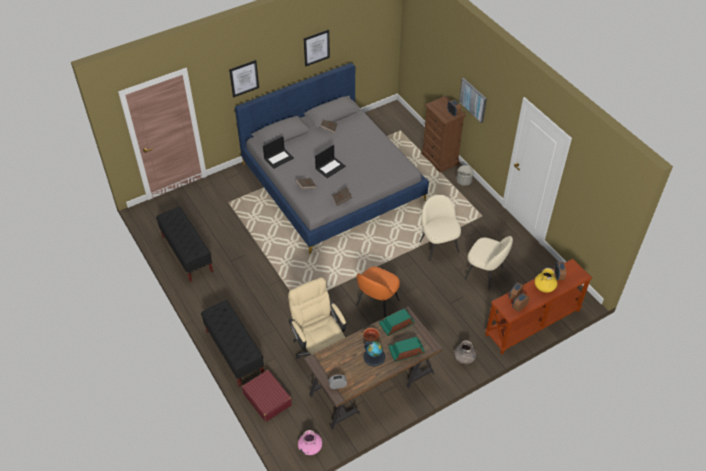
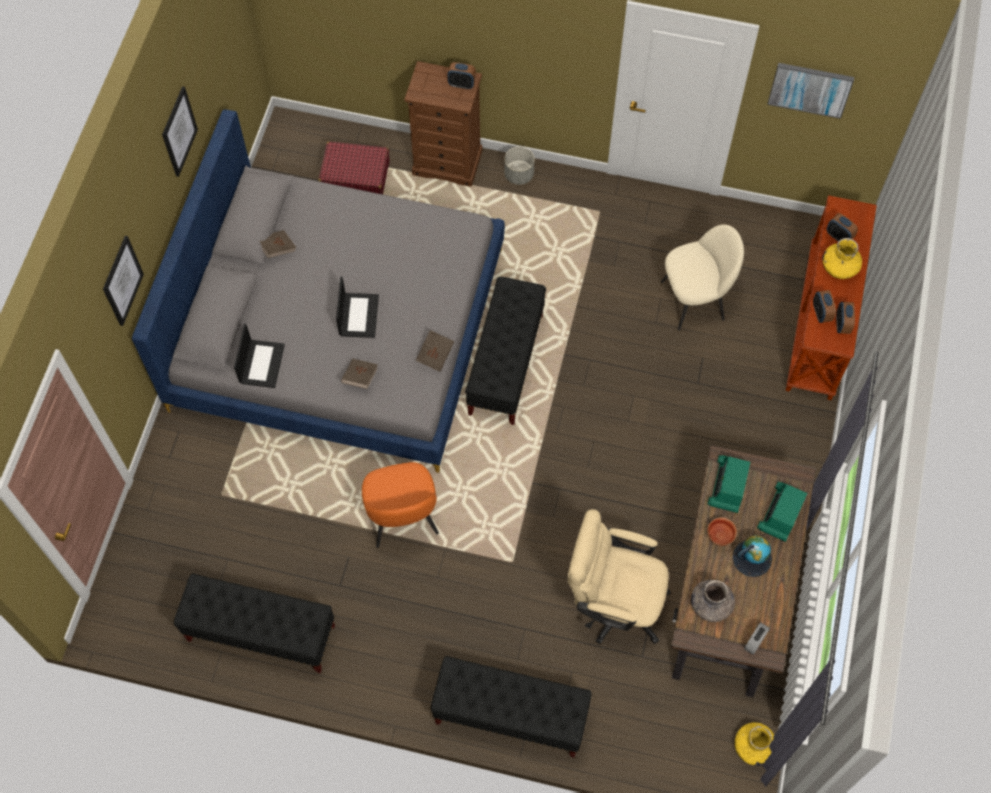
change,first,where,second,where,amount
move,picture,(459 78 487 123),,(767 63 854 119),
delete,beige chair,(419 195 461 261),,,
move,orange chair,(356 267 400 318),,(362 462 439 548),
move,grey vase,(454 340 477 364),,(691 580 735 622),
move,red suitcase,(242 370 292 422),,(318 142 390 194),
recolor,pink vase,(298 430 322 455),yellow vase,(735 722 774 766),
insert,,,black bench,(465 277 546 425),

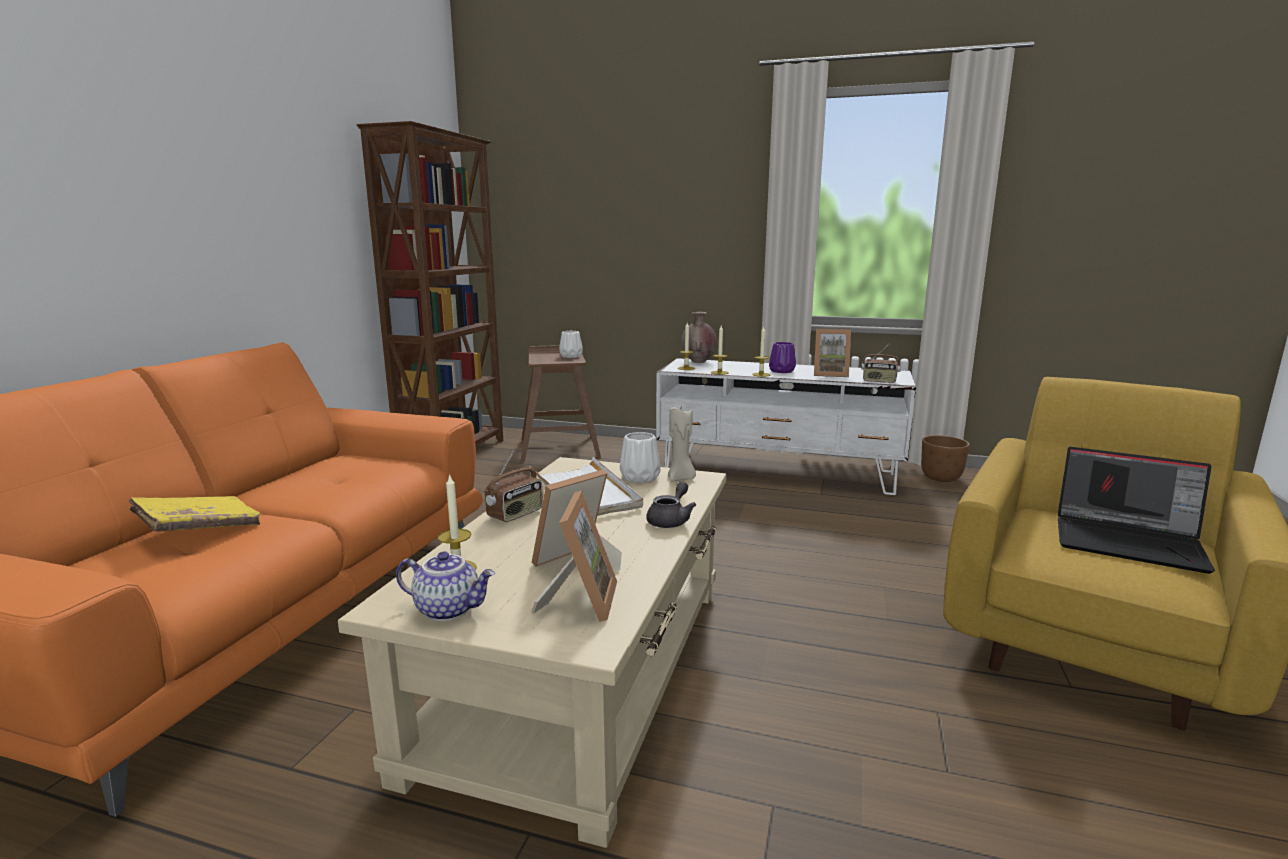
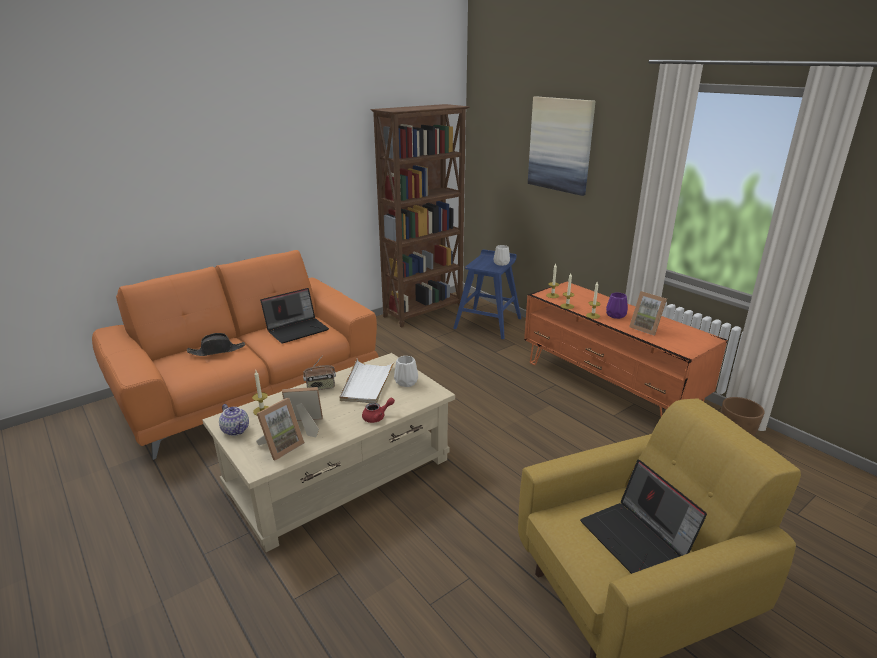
change,first,where,second,where,amount
delete,brown vase,(682 312 717 363),,,
delete,radio,(861 343 901 383),,,
recolor,brown stool,(521 345 601 463),blue stool,(453 249 521 339),
recolor,white tv stand,(656 358 916 495),orange tv stand,(524 282 727 416),
delete,beige candle,(668 407 696 481),,,
recolor,grey teapot,(646 481 696 528),red teapot,(362 398 395 423),
replace,yellow book,(129 496 260 532),black hat,(187 333 245 356),
insert,,,picture,(528 96 595 196),
insert,,,laptop,(260 288 329 344),

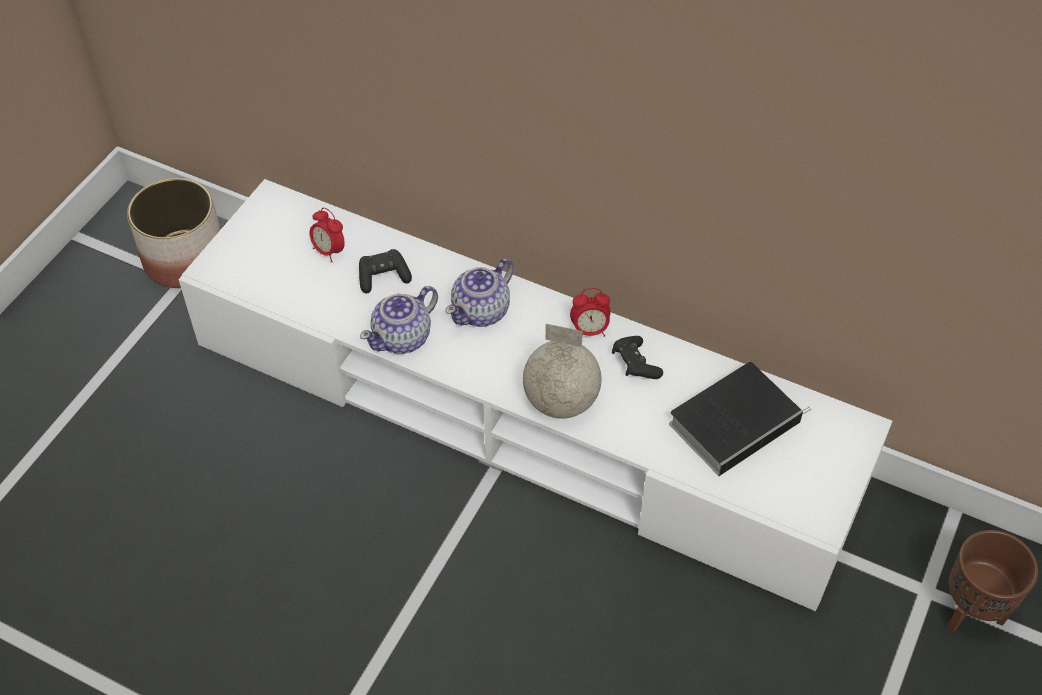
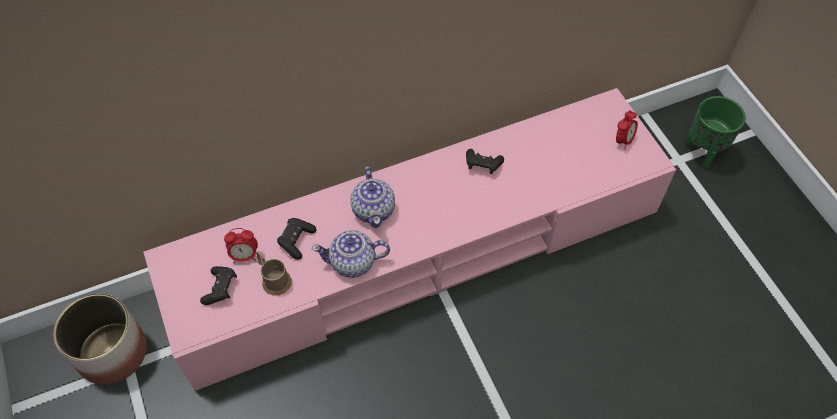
change,first,where,second,where,amount
recolor,white tv stand,(178 179 892 611),pink tv stand,(143 88 676 391),
rotate,teapot,(360 286 438 354),,(312 230 390 278),90 degrees clockwise
move,alarm clock,(570 288 610 337),,(616 110 638 150),
delete,globe,(523 324 601 418),,,
delete,book,(669 362 811 476),,,
recolor,brown planter,(947 530 1038 632),green planter,(684 96 746 168),
insert,,,brown mug,(256 252 292 295),
insert,,,black game controller,(200 266 237 305),

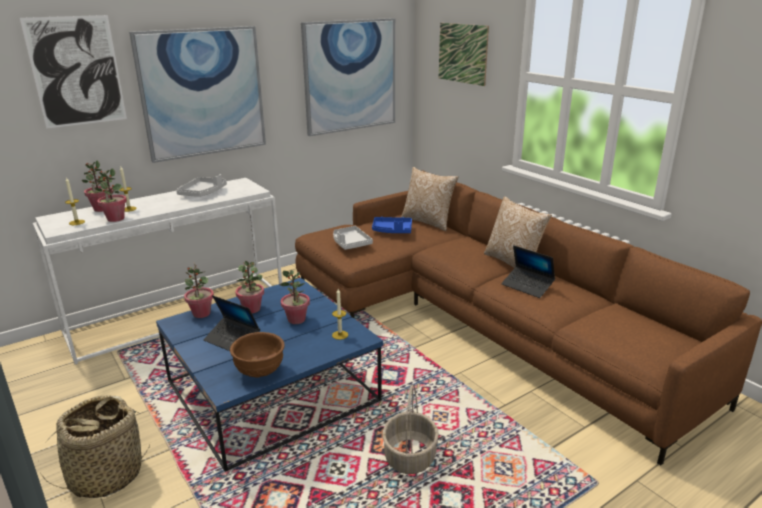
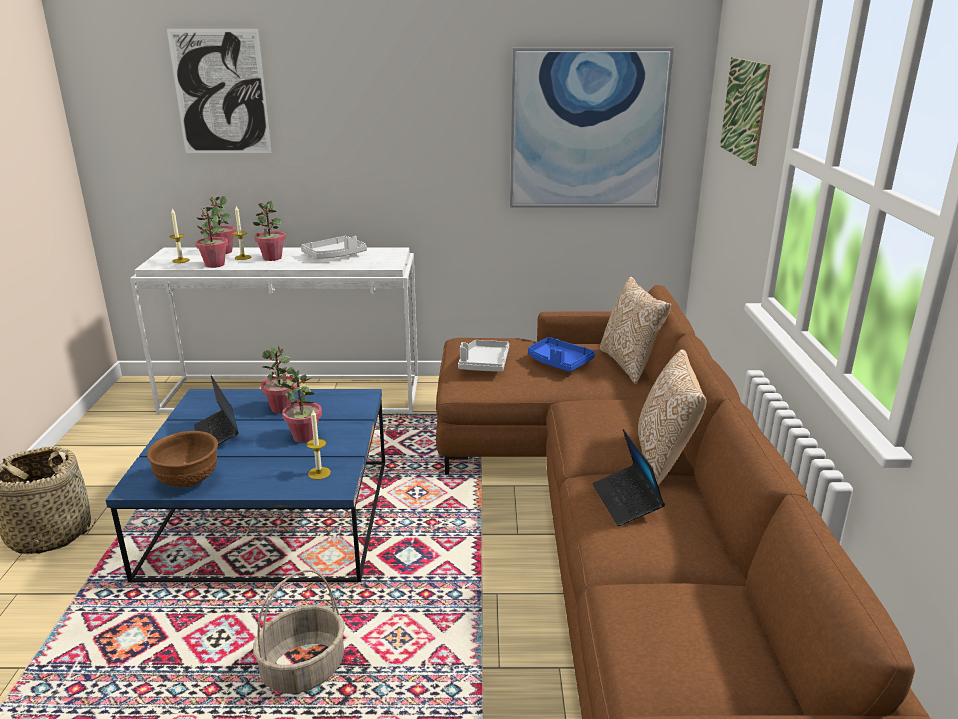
change,first,where,second,where,amount
delete,picture,(129 26 266 163),,,
move,potted plant,(184 263 214 318),,(253 200 286 261),

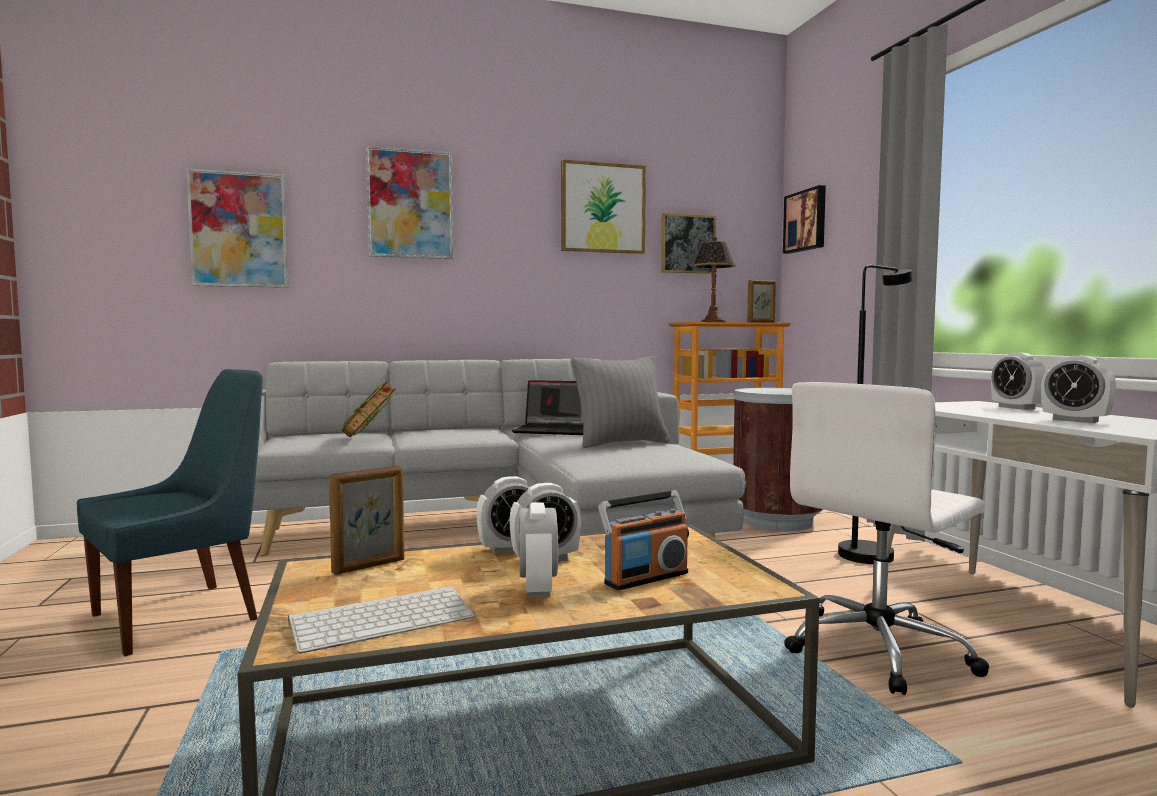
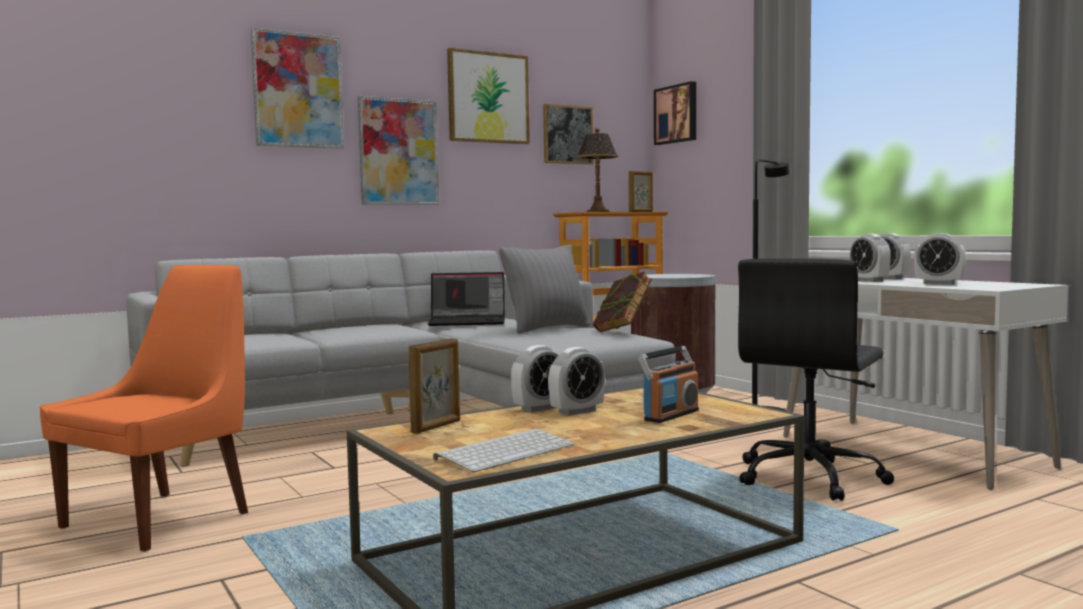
change,first,where,second,where,amount
move,picture,(186 169 288 288),,(358 96 439 205),
recolor,blue chair,(77 369 263 656),orange chair,(40 265 248 552),
move,book,(342 382 395 437),,(593 271 652 332),
recolor,white office chair,(784 382 989 695),black office chair,(738 258 894 501),
move,alarm clock,(519 502 558 598),,(850 234 891 282),

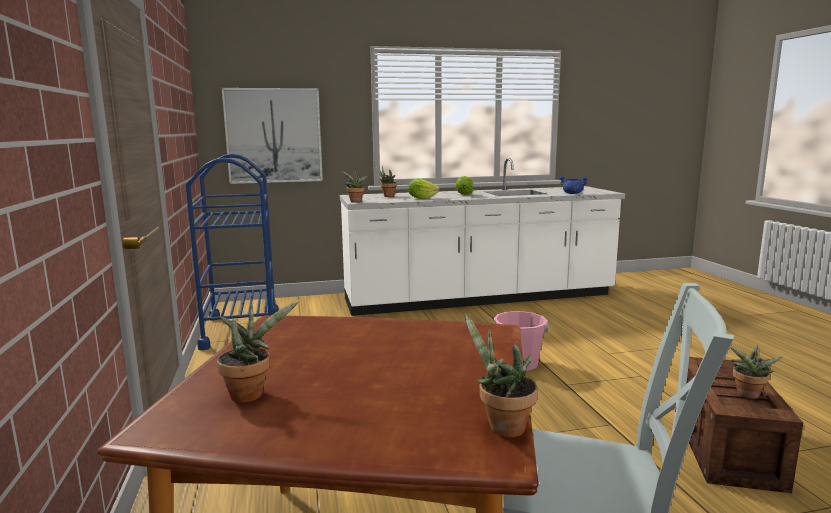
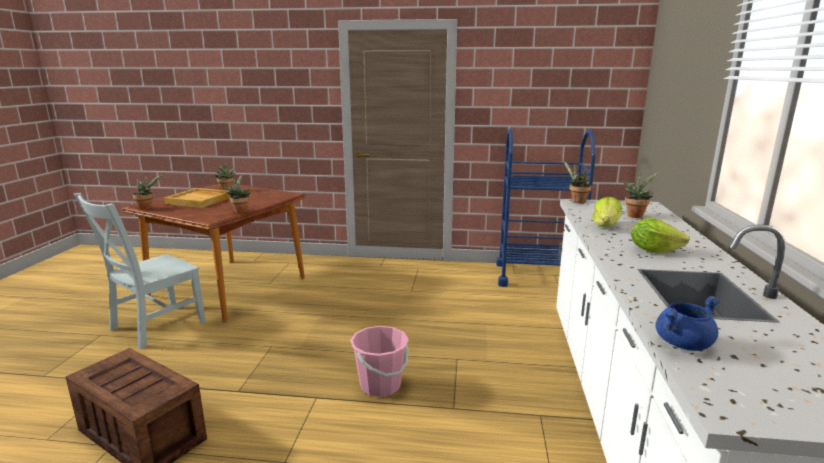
change,first,where,second,where,amount
delete,picture,(222 88 323 184),,,
move,potted plant,(730 345 782 399),,(223 174 251 213),
insert,,,beige tray,(164 188 231 208),

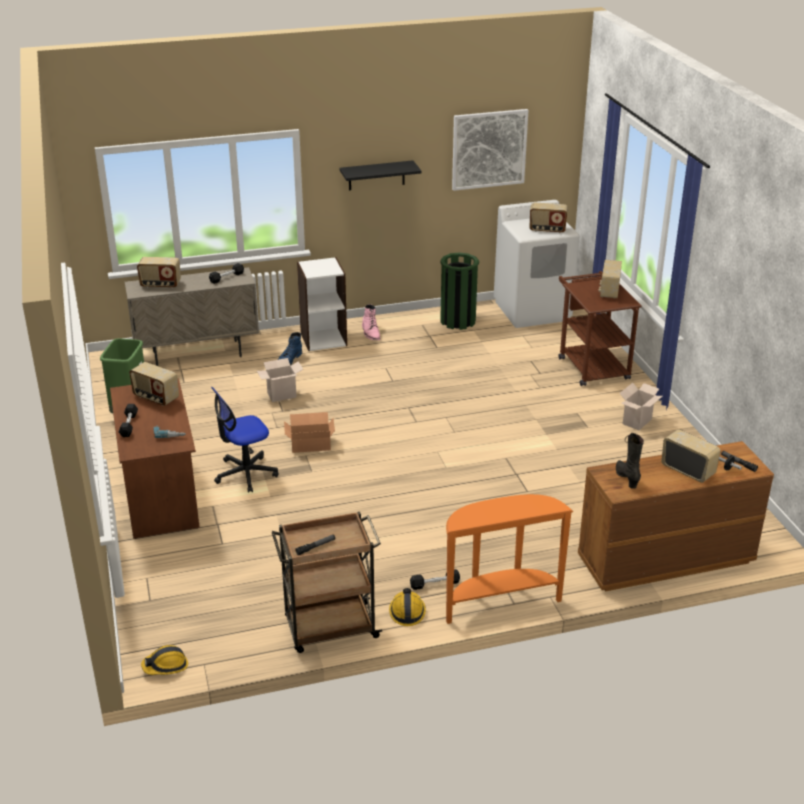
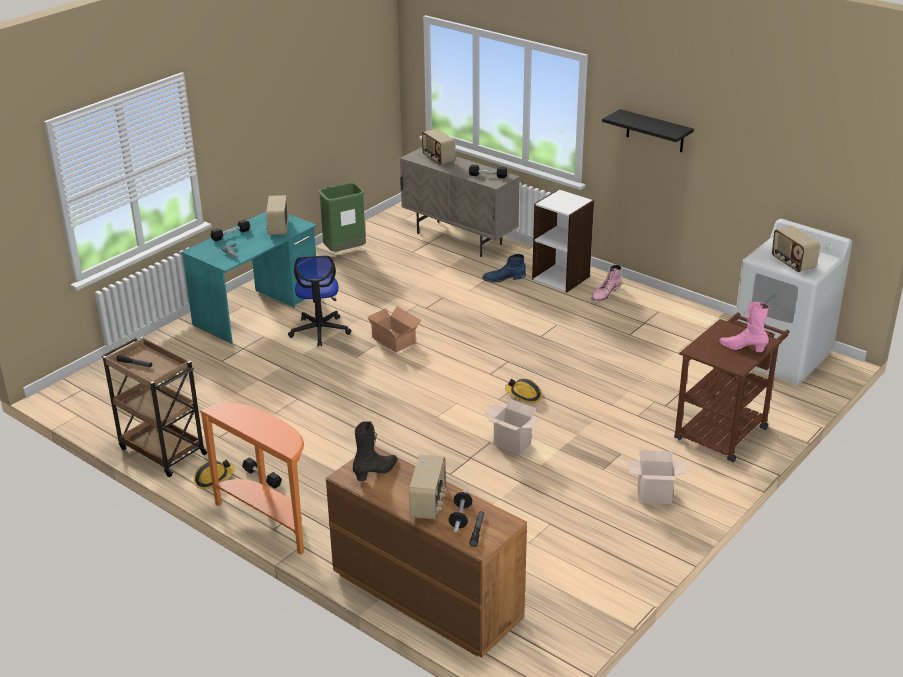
change,first,where,second,where,amount
delete,picture,(452 109 529 191),,,
delete,green trash can,(440 252 479 330),,,
replace,radio,(599 260 622 298),pink boot,(719 302 769 352),
move,cardboard box,(257 358 303 402),,(485 399 540 455),
recolor,brown desk,(110 378 200 539),turquoise desk,(181 211 317 343),
rotate,office chair,(211 387 278 493),,(288 256 351 347),120 degrees counterclockwise
move,hard hat,(141 645 188 675),,(505 378 542 403),

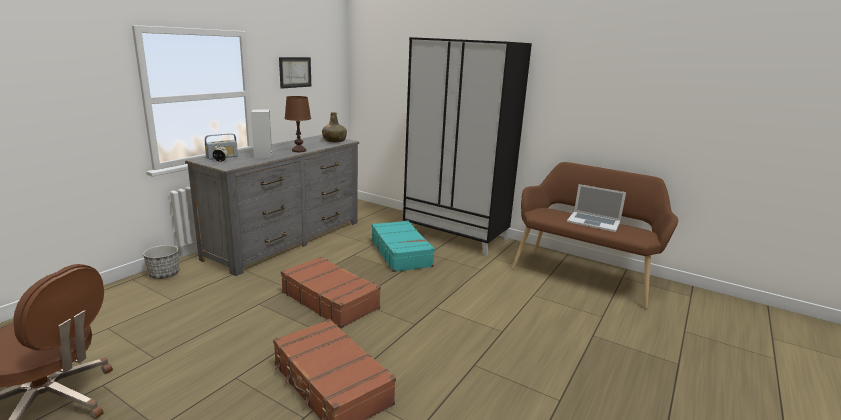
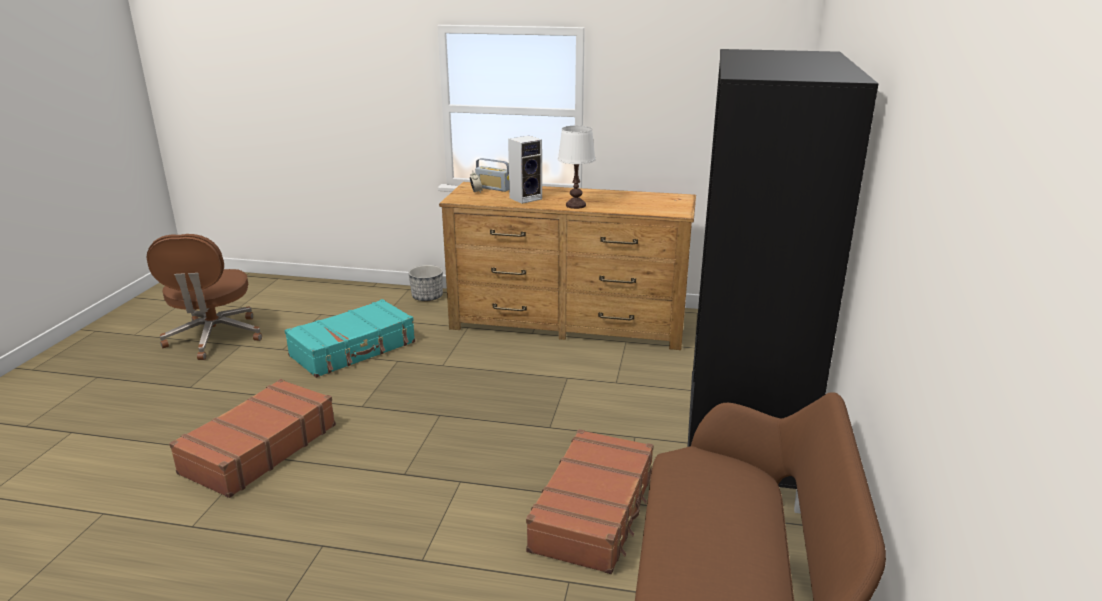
change,first,where,second,where,amount
delete,picture,(279 57 311 89),,,
recolor,brown table lamp,(285 96 311 152),white table lamp,(558 126 596 209),
delete,green bottle,(322 112 347 142),,,
recolor,grey dresser,(185 135 359 276),brown dresser,(439 182 696 350),
delete,laptop,(567 184 626 232),,,
move,turquoise suitcase,(371 220 435 272),,(285 299 415 378),
move,brown suitcase,(281 257 381 328),,(526 429 653 574),

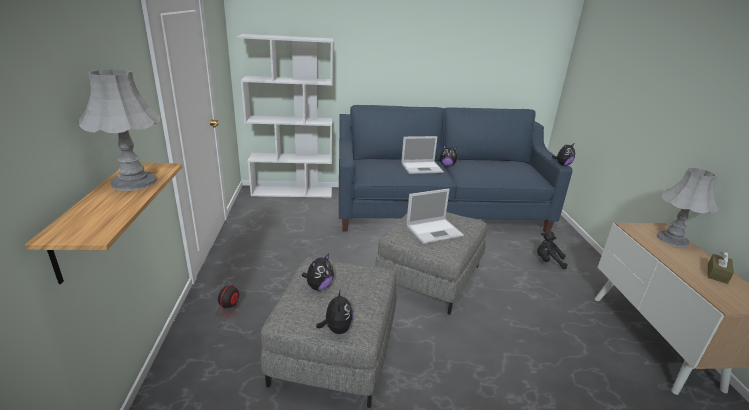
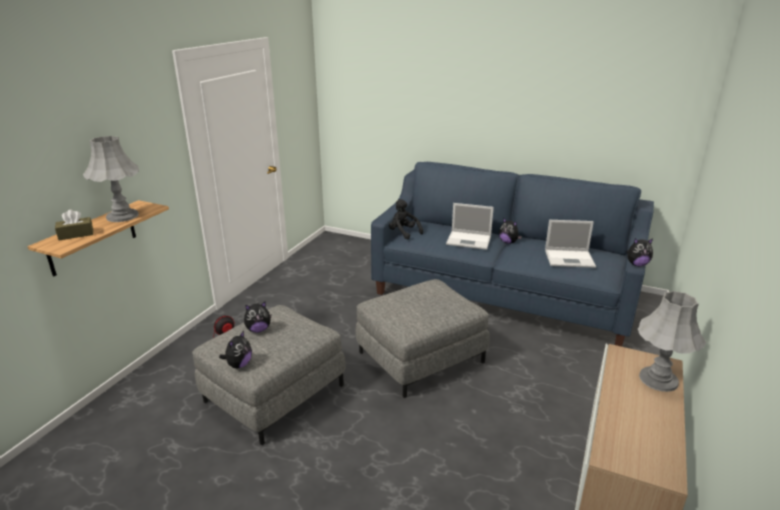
change,first,where,second,where,amount
delete,white bookcase,(237 34 333 198),,,
move,laptop,(406 189 464 244),,(545 220 596 268),
move,black plush toy,(537 231 568 269),,(389 199 423 240),
move,brown tissue box,(708 251 734 284),,(55 210 93 240),

